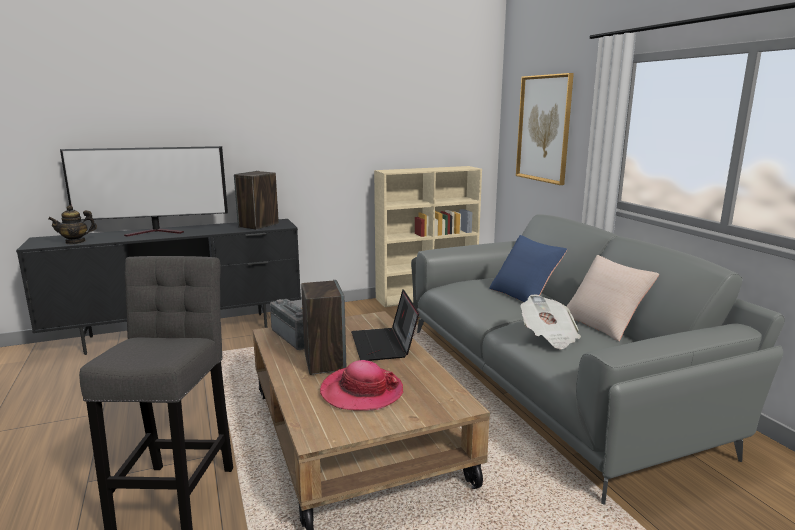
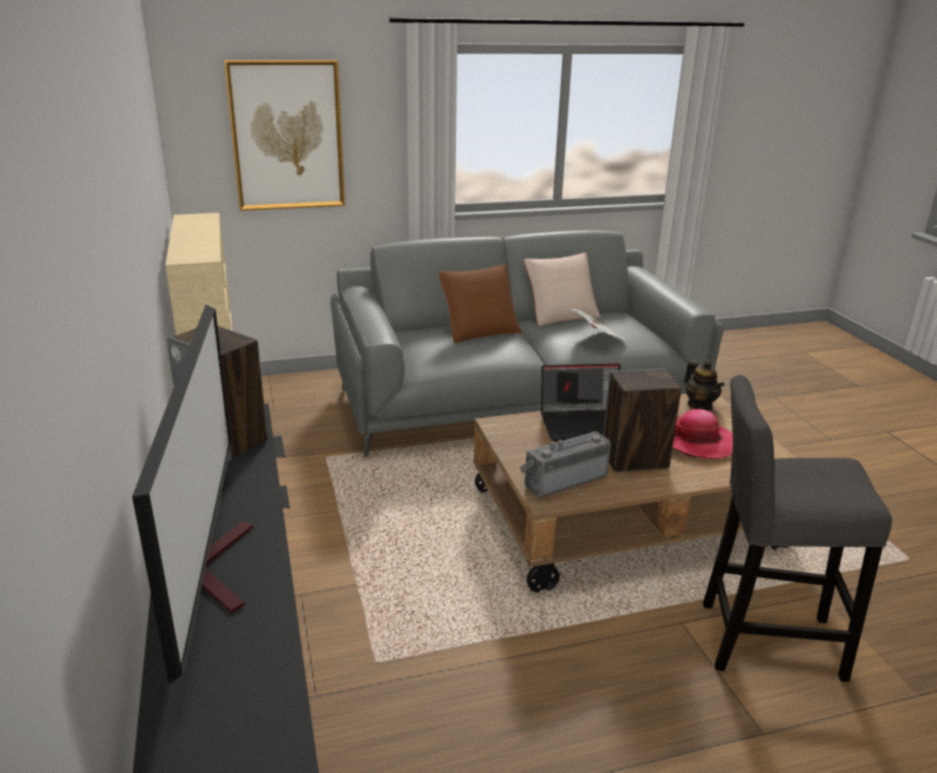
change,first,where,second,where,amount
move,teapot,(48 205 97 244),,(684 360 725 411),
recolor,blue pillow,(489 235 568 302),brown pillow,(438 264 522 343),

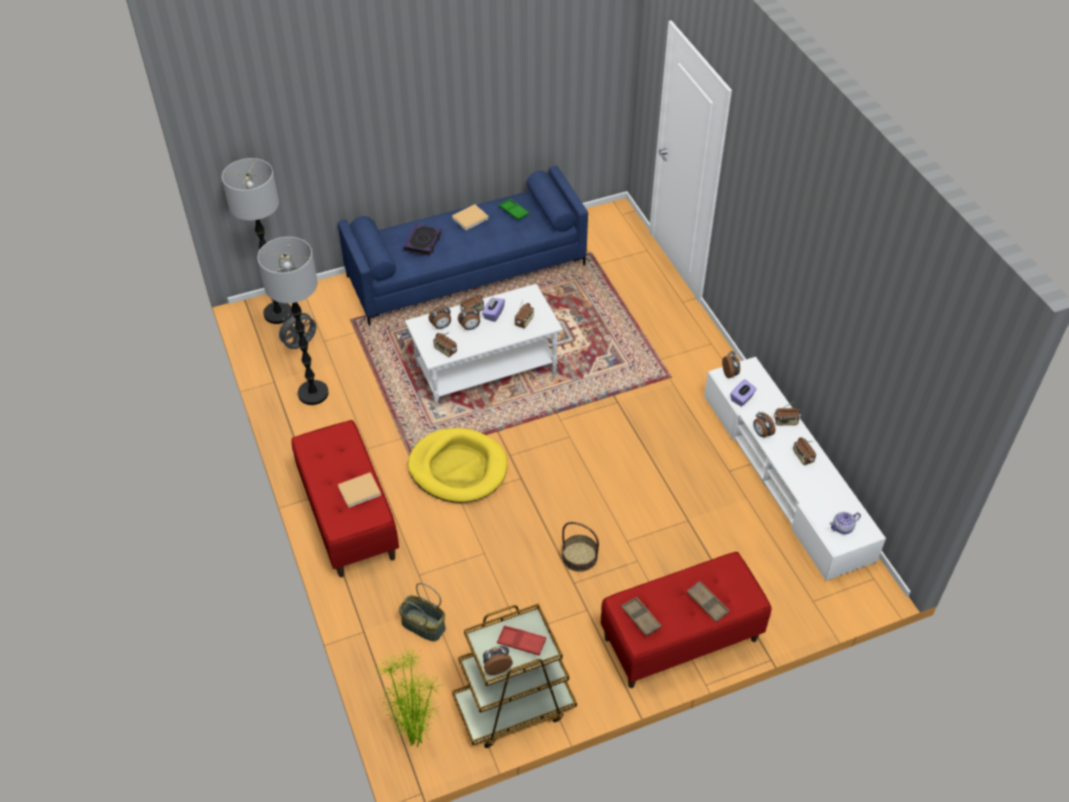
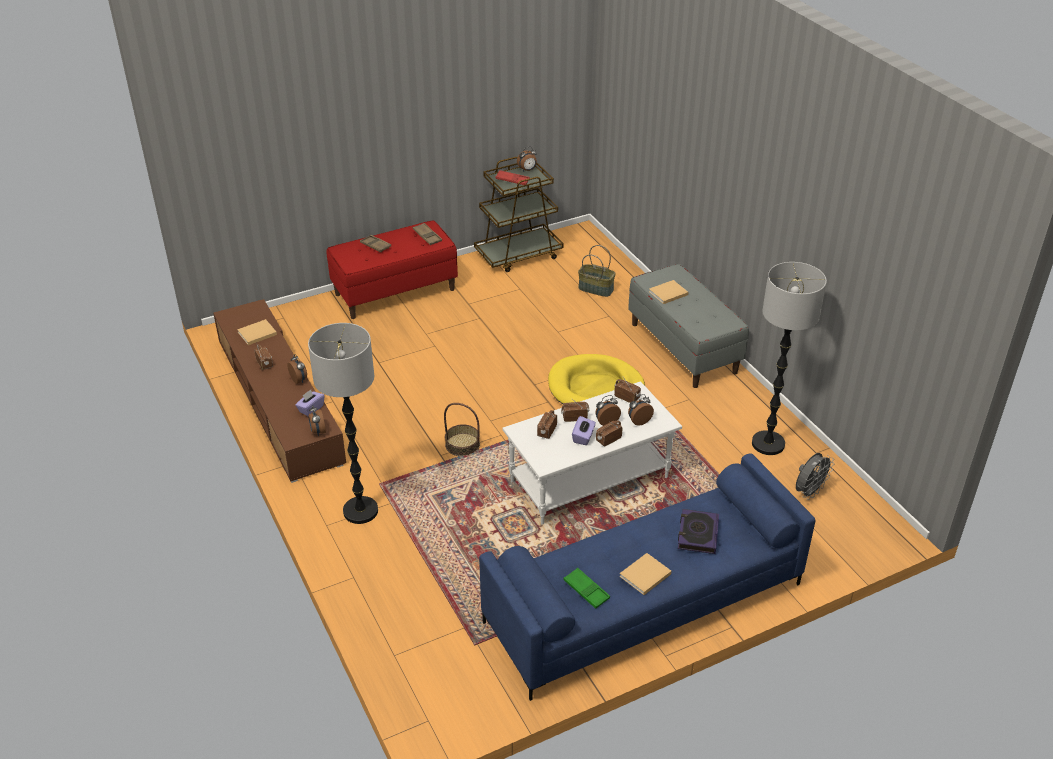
change,first,where,second,where,amount
move,floor lamp,(222 158 292 324),,(308 323 378 524),
recolor,white tv stand,(704 357 886 581),brown tv stand,(213 299 346 483),
move,radio,(774 401 801 426),,(561 399 589 422),
recolor,red bench,(291 420 399 577),grey bench,(628 264 749 388),
delete,teapot,(830 512 861 534),,,
move,basket,(562 522 599 572),,(444 403 480 456),
delete,potted plant,(374 648 441 747),,,
insert,,,beige book,(237 319 277 345),

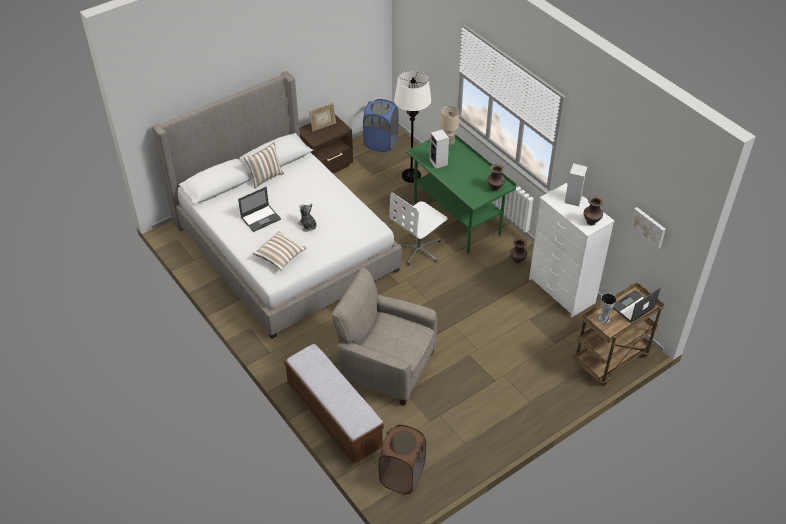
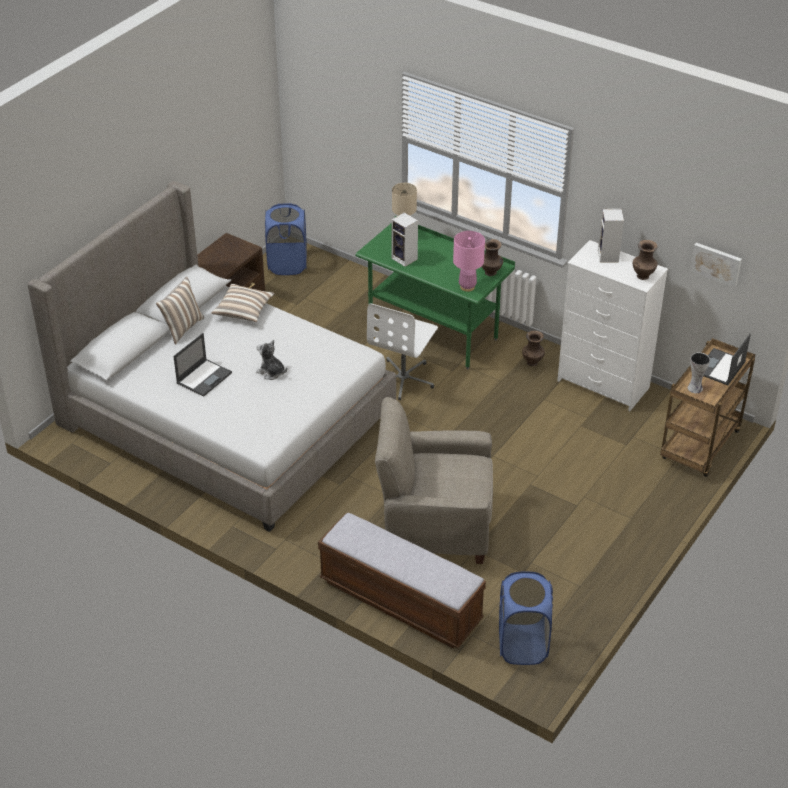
change,first,where,second,where,amount
delete,white floor lamp,(394 70 432 183),,,
delete,picture frame,(309 103 336 132),,,
move,pillow,(252 232 307 270),,(211 284 275 322),
recolor,brown laundry basket,(379 425 426 494),blue laundry basket,(499 571 553 665),
insert,,,pink table lamp,(453 231 485 292),

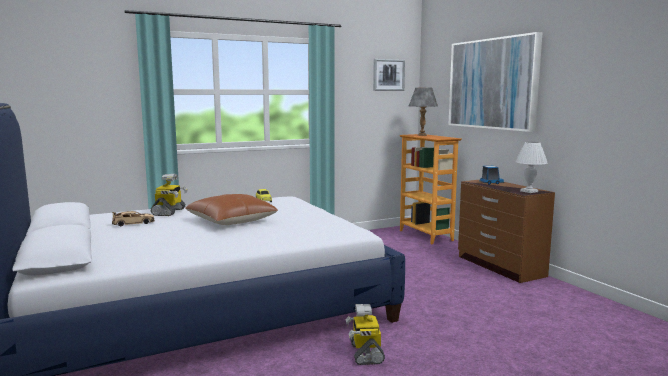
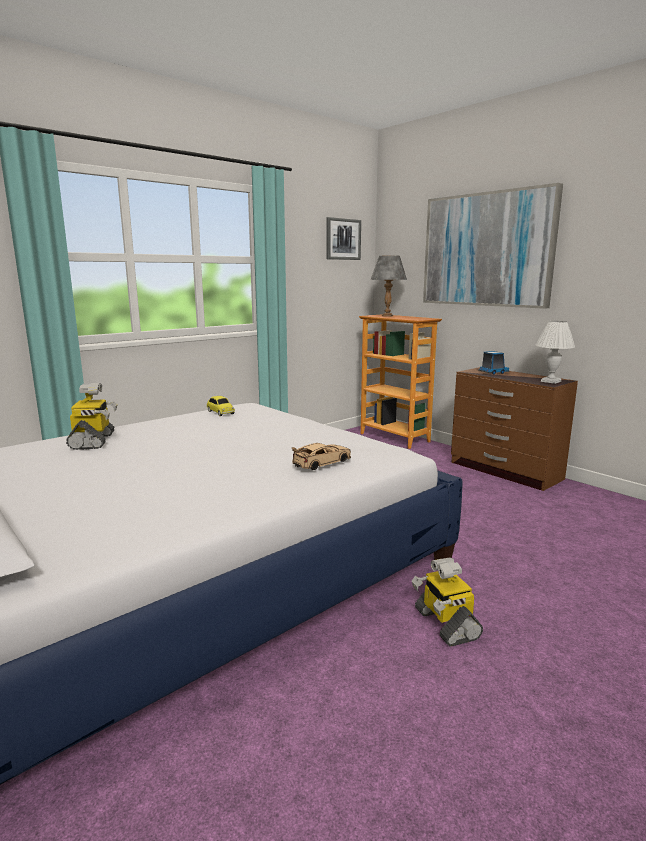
change,first,where,second,where,amount
delete,brown pillow,(185 194 278 225),,,
move,beige toy car,(112 211 155 226),,(291 443 351 470),

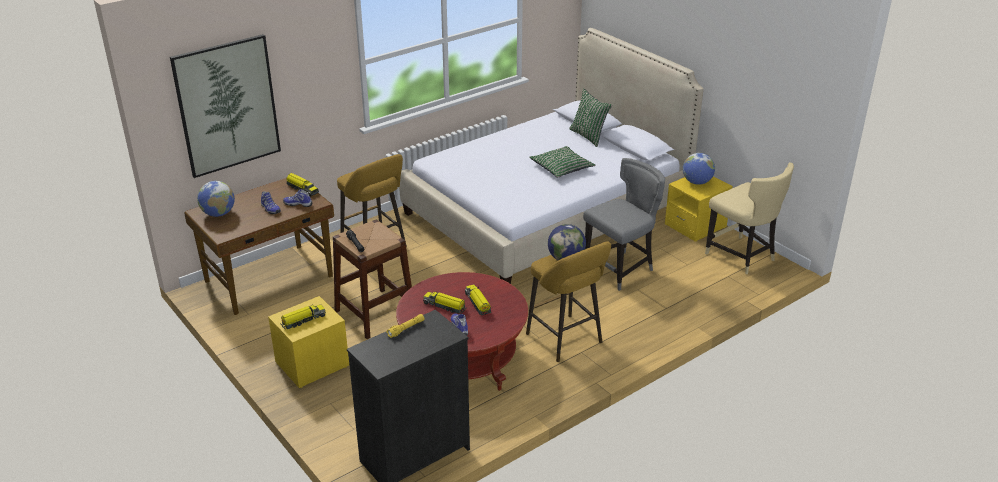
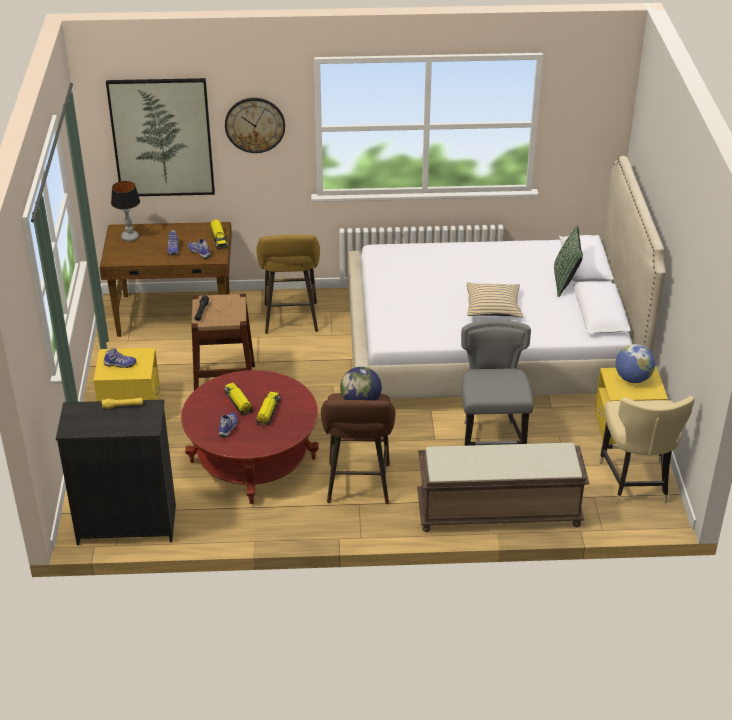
change,first,where,second,where,amount
recolor,green pillow,(529 146 596 178),beige pillow,(467 282 523 318),
rotate,grey chair,(583 158 665 291),,(461 319 533 446),90 degrees counterclockwise
replace,globe,(197 181 235 217),table lamp,(111 181 140 241),
recolor,yellow stool,(526 241 611 362),brown stool,(321 393 395 504),
replace,toy truck,(280 304 326 330),shoe,(104 348 136 368),
insert,,,wall clock,(225 98 285 153),
insert,,,brown bench,(417 443 589 532),

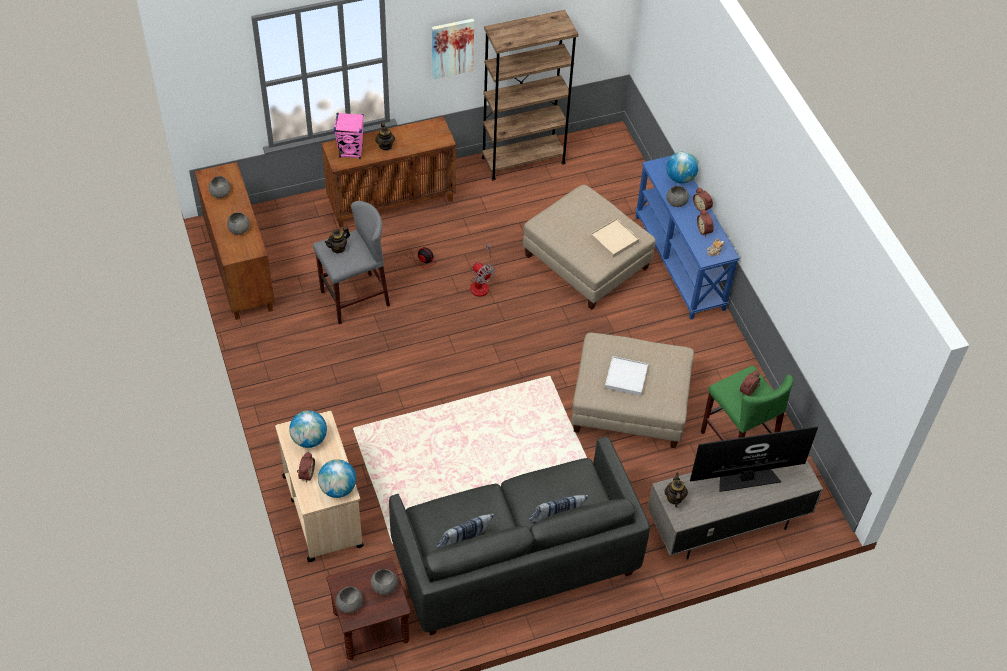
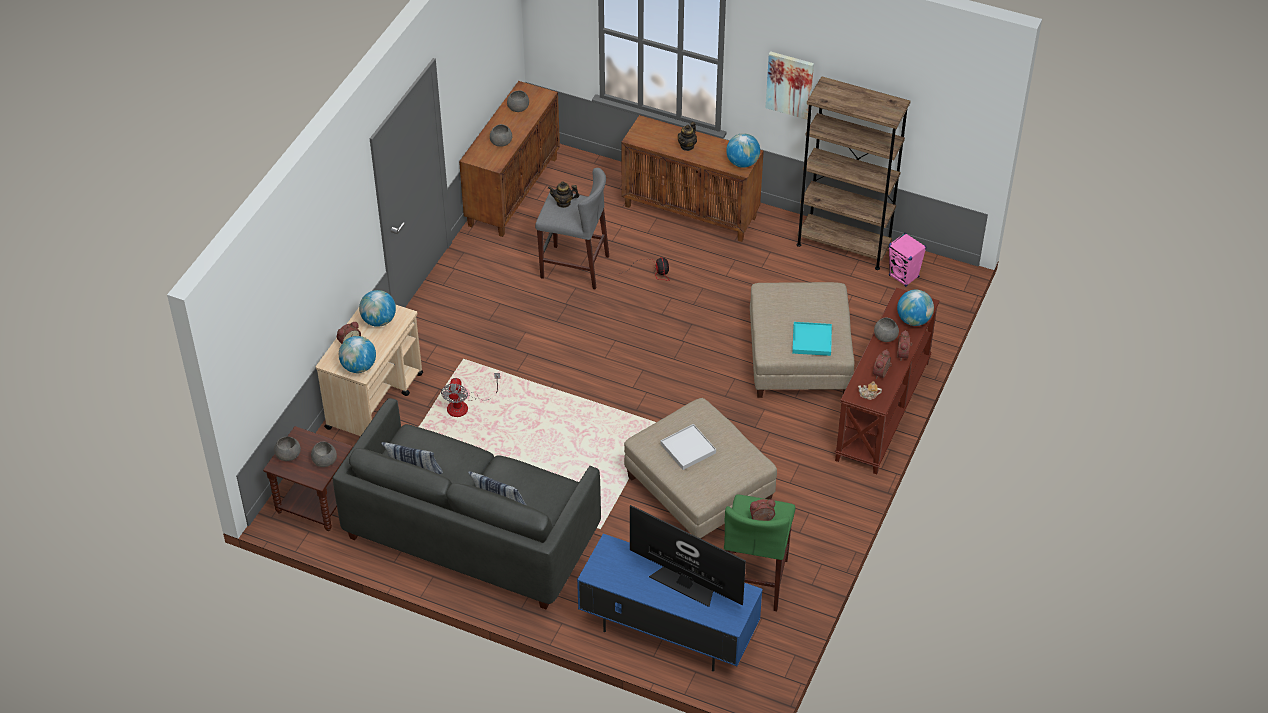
change,first,where,second,where,amount
move,pink speaker,(334 113 364 159),,(889 233 926 287),
recolor,blue console table,(635 156 740 320),brown console table,(835 287 940 474),
recolor,beige tray,(591 218 639 258),turquoise tray,(792 322 832 356),
move,fan,(470 243 495 297),,(441 373 500 417),
recolor,grey tv stand,(647 460 823 560),blue tv stand,(577 533 763 672),
delete,teapot,(664 473 688 508),,,
insert,,,globe,(726 133 760 168),

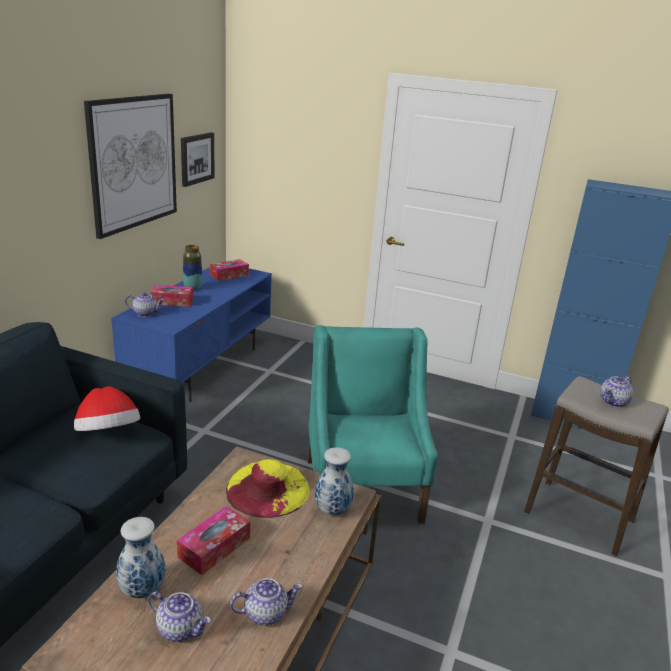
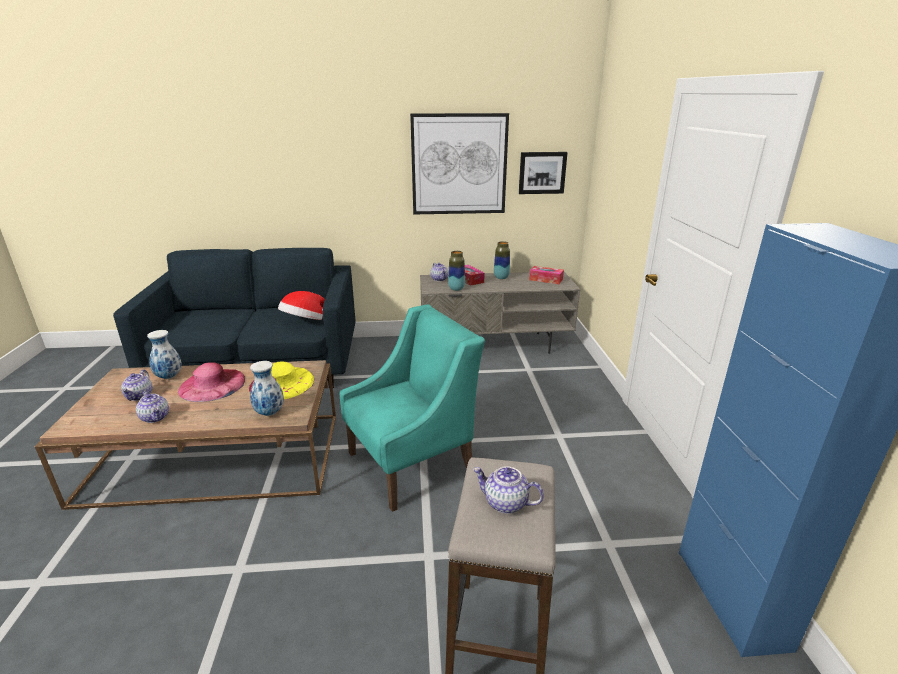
change,first,where,second,where,amount
recolor,blue tv stand,(111 262 272 402),grey tv stand,(420 272 580 354),
replace,tissue box,(177 506 250 575),pink hat,(178 362 245 402),
insert,,,vase,(448 251 465 291),

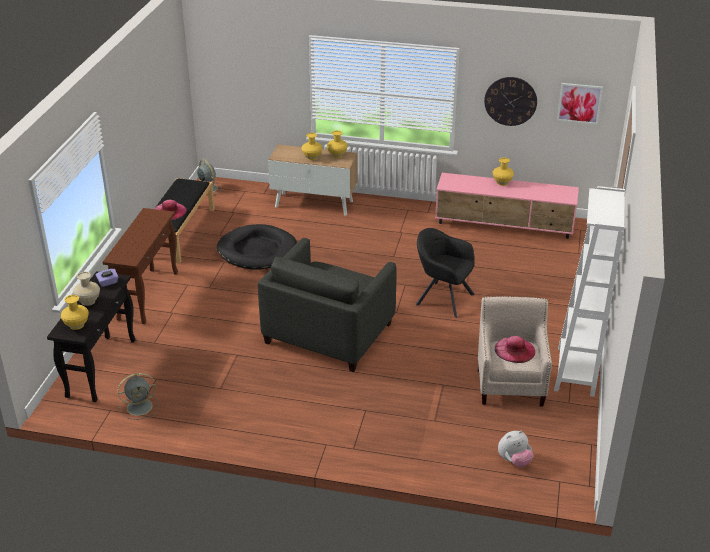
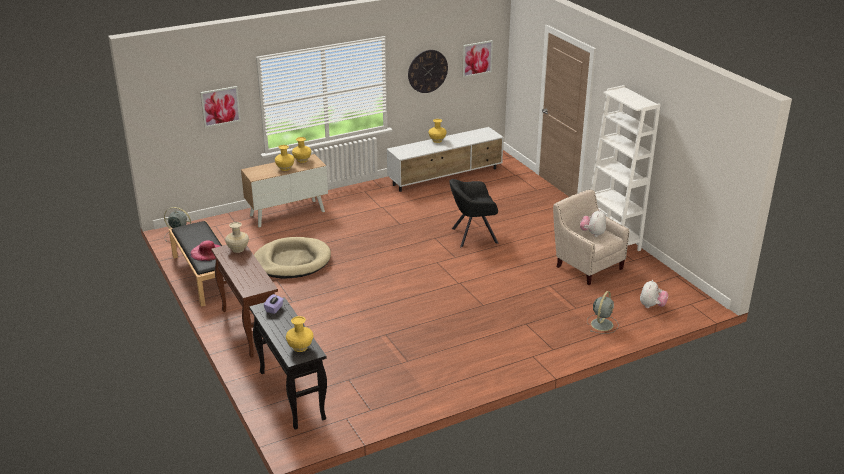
change,first,where,second,where,amount
recolor,pink tv stand,(435 173 579 239),white tv stand,(387 127 504 192),
recolor,black dog bed,(217 224 297 270),beige dog bed,(254 237 331 278),
delete,grey armchair,(258 238 397 372),,,
move,beige vase,(73 272 100 306),,(225 222 249 253),
replace,pink hat,(495 336 535 363),plush toy,(580 209 606 237),
move,grey fan,(117 373 159 419),,(587 291 618 334),
insert,,,picture,(200 86 241 128),

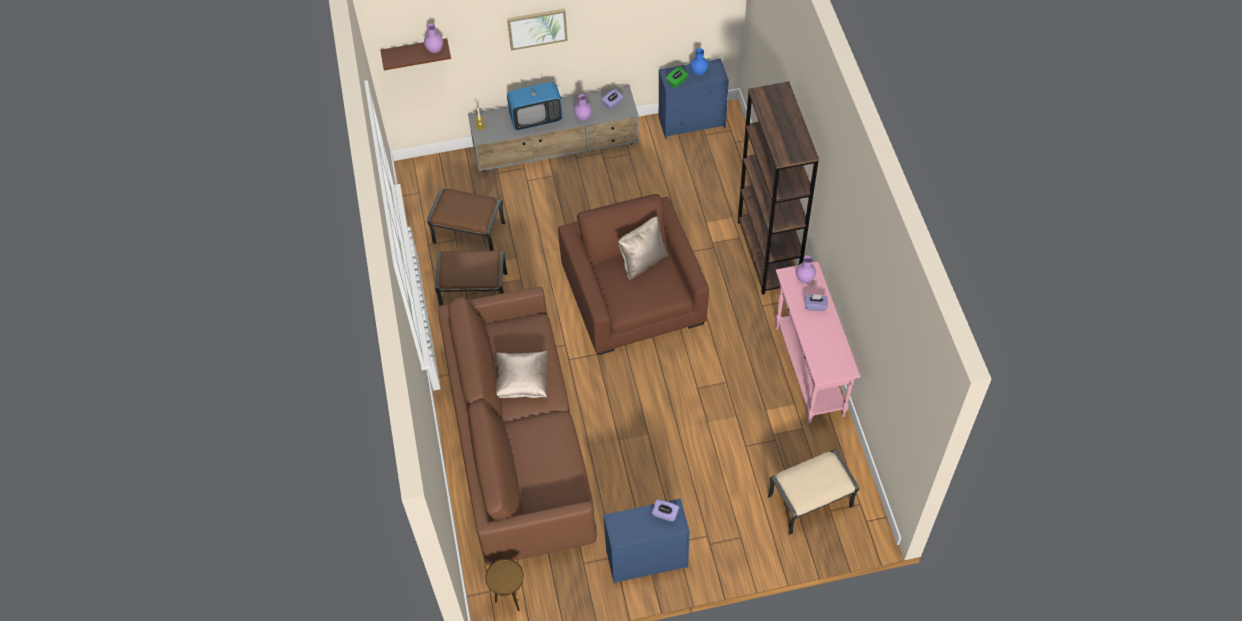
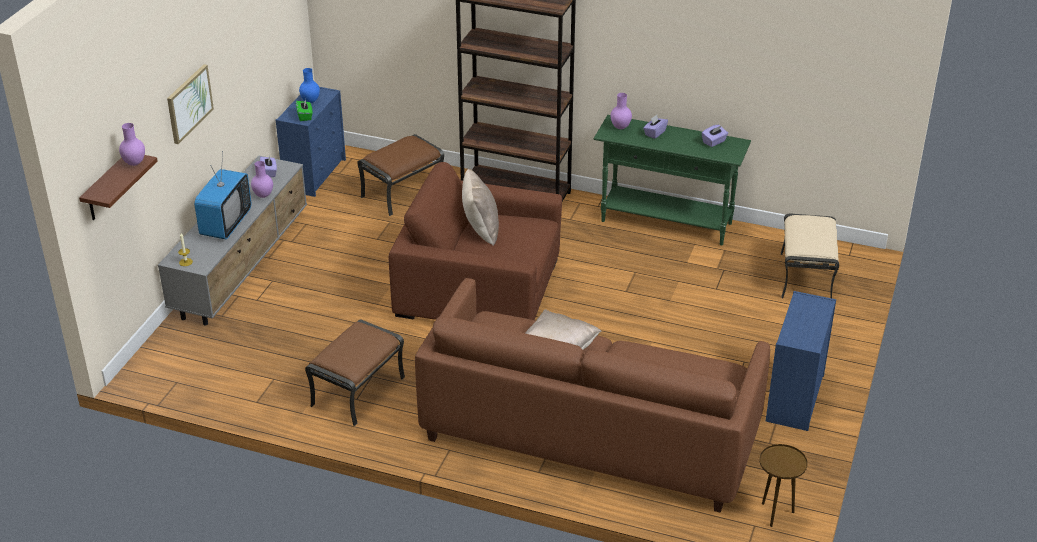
change,first,where,second,where,amount
move,brown ottoman,(427 188 506 251),,(357 134 444 216),
recolor,pink console table,(775 261 861 424),green console table,(594 115 751 245),
move,purple tissue box,(652 499 679 522),,(702 125 728 147),

